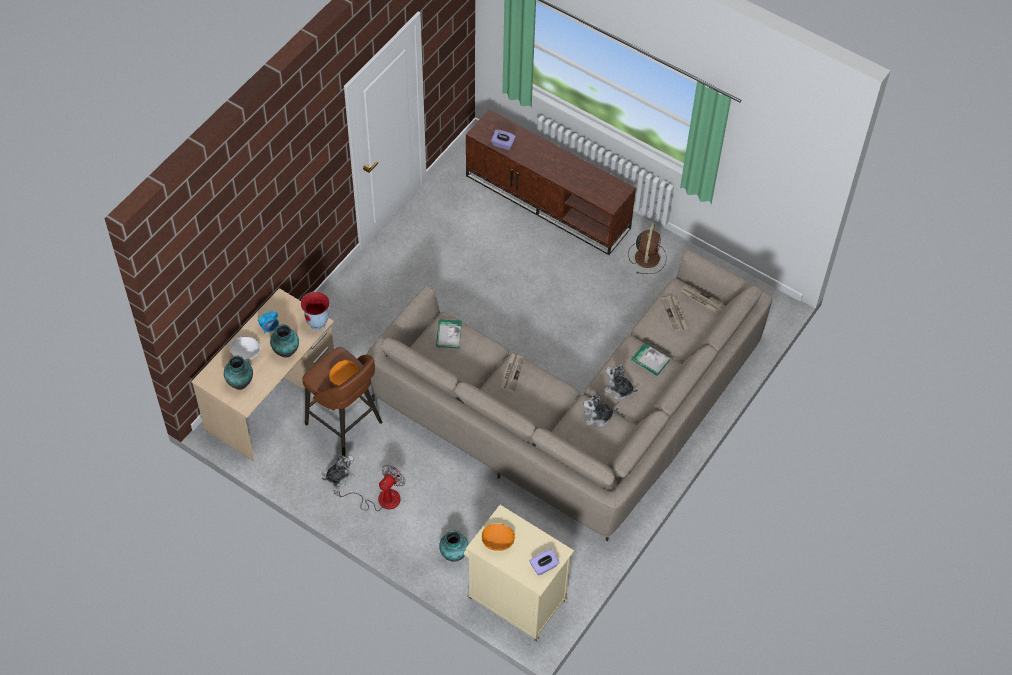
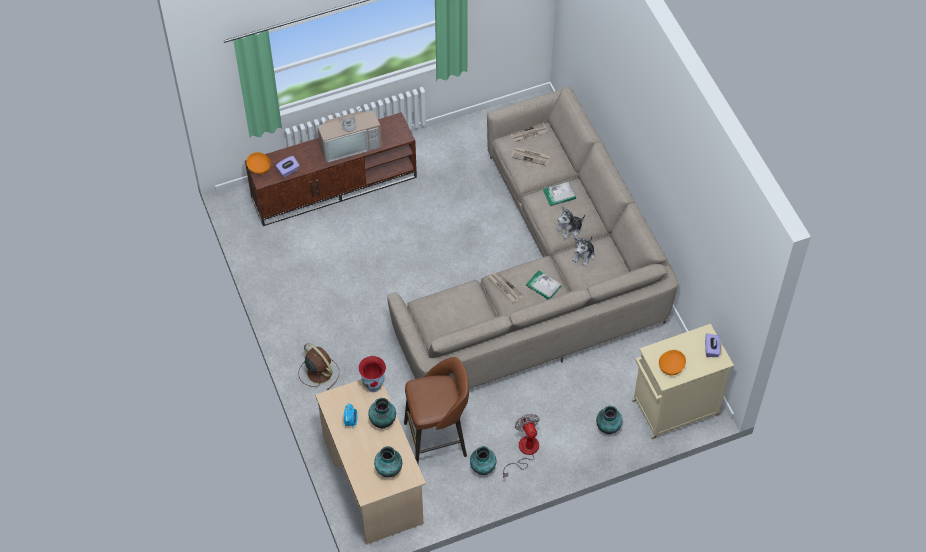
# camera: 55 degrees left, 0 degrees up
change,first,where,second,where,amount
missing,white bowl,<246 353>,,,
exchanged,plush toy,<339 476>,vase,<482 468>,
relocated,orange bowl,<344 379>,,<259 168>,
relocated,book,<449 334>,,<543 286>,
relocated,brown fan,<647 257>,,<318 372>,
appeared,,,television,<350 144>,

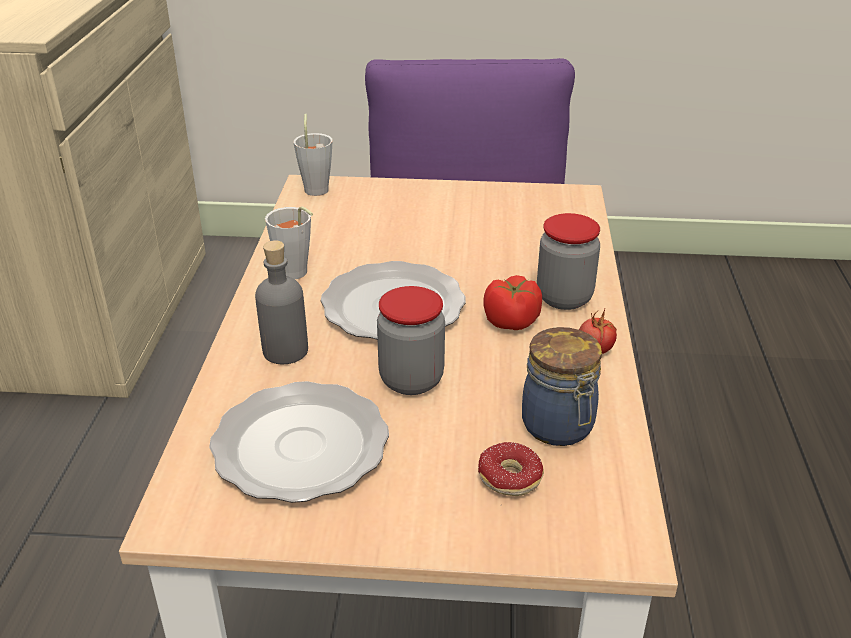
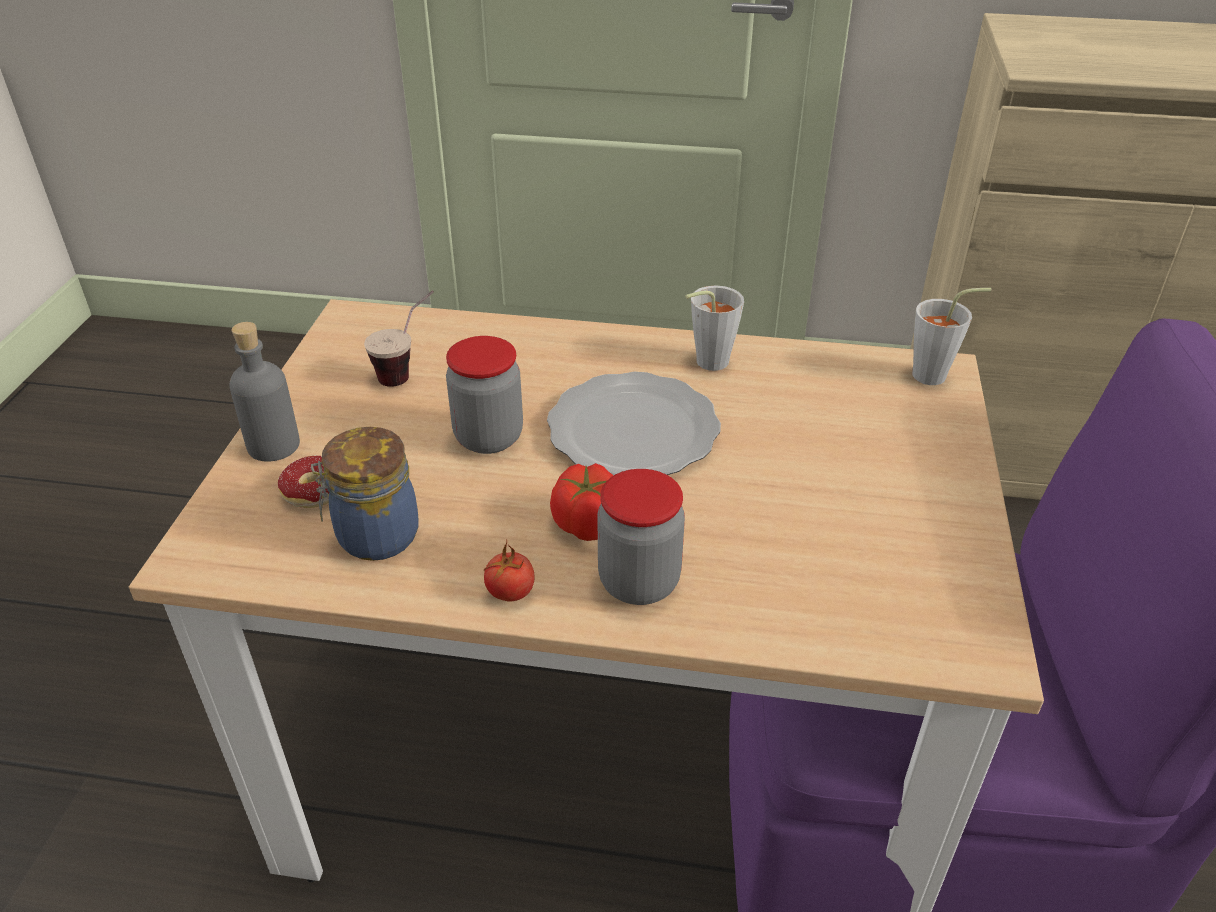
# camera: 95 degrees right, 5 degrees up
change,first,where,second,where,amount
exchanged,plate,<300 447>,cup,<408 371>,
relocated,grey bottle,<285 351>,,<274 445>,

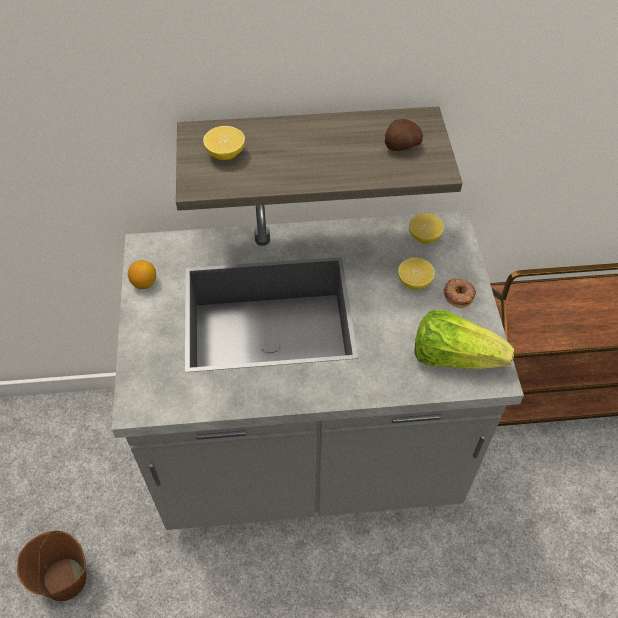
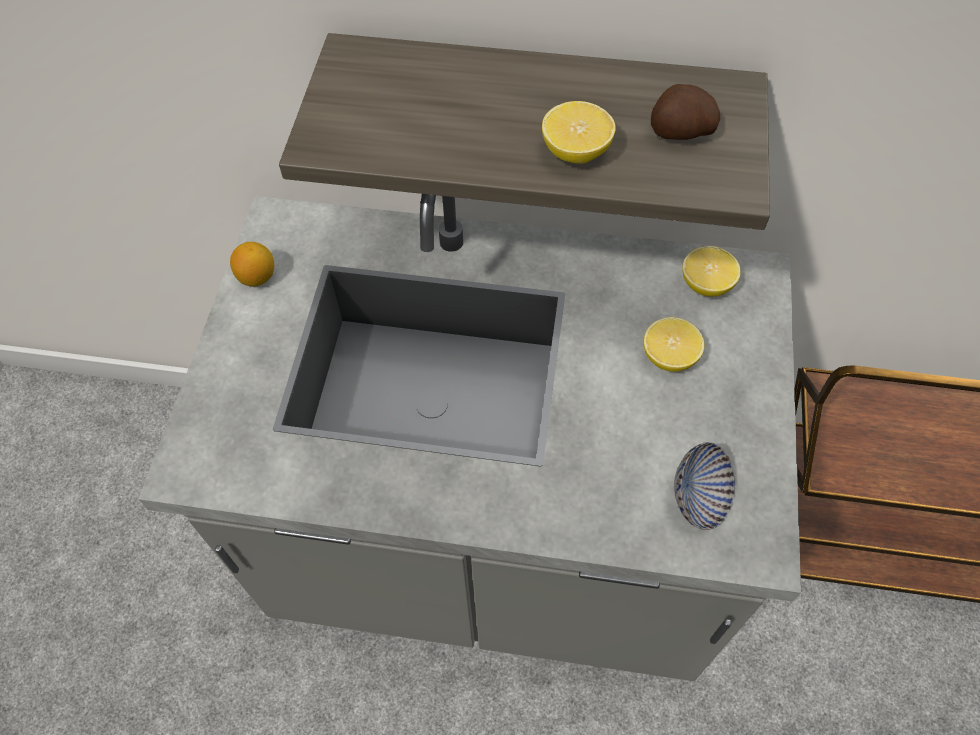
# camera: 15 degrees right, 5 degrees up
change,first,where,second,where,amount
missing,brown bucket,<66 579>,,,
relocated,lemon,<225 154>,,<575 152>,
exchanged,lettuce,<453 357>,bowl,<699 498>,
missing,donut,<459 294>,,,

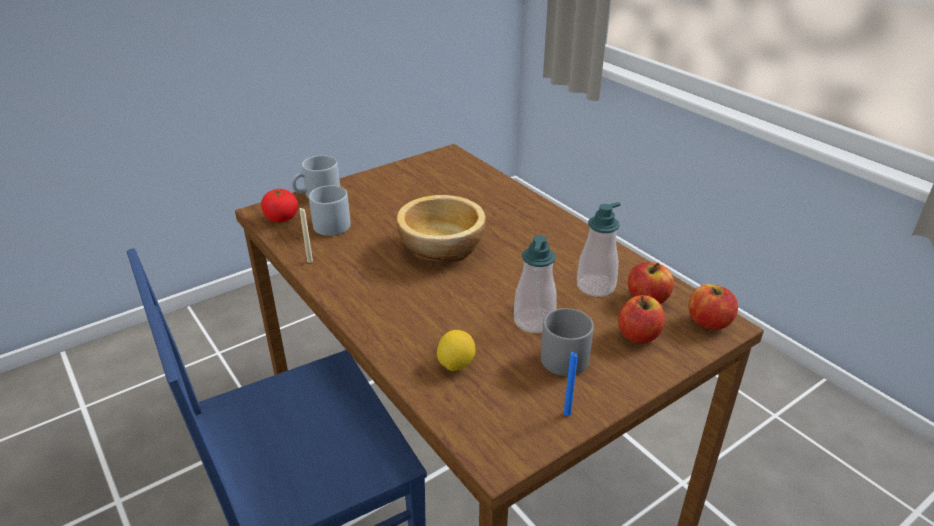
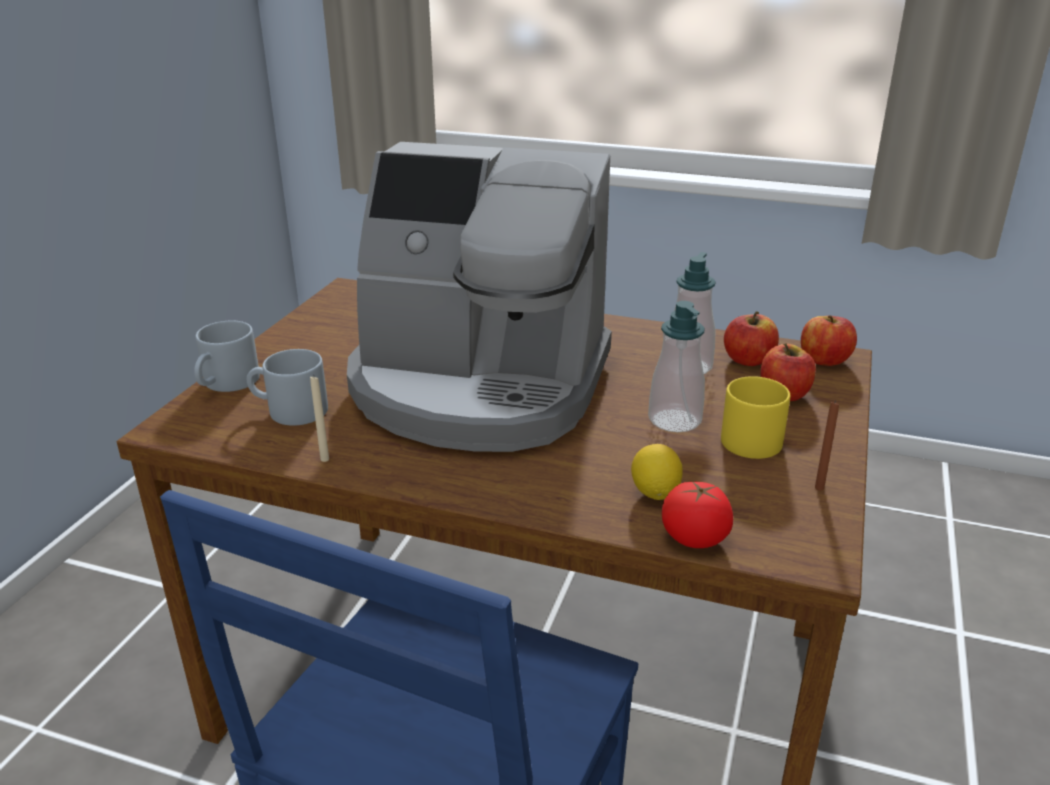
# camera: 35 degrees left, 5 degrees down
change,first,where,second,where,amount
relocated,tomato,<281 218>,,<694 537>,
exchanged,bowl,<443 248>,coffee machine,<479 387>,
colour,grey mug,<565 353>,yellow mug,<745 436>,
colour,blue candle,<567 413>,brown candle,<819 487>,

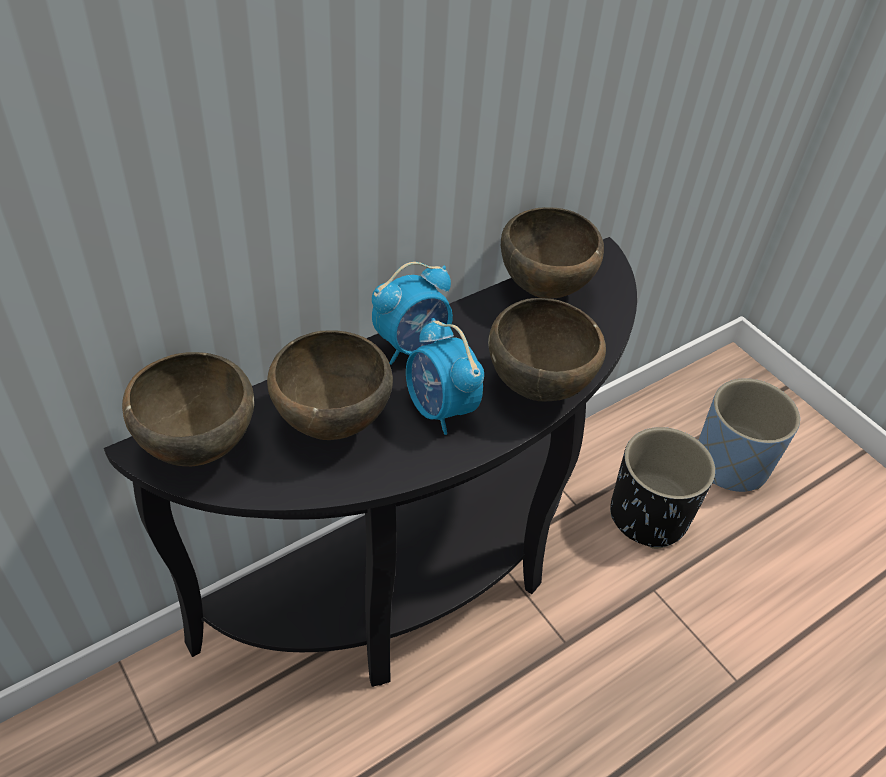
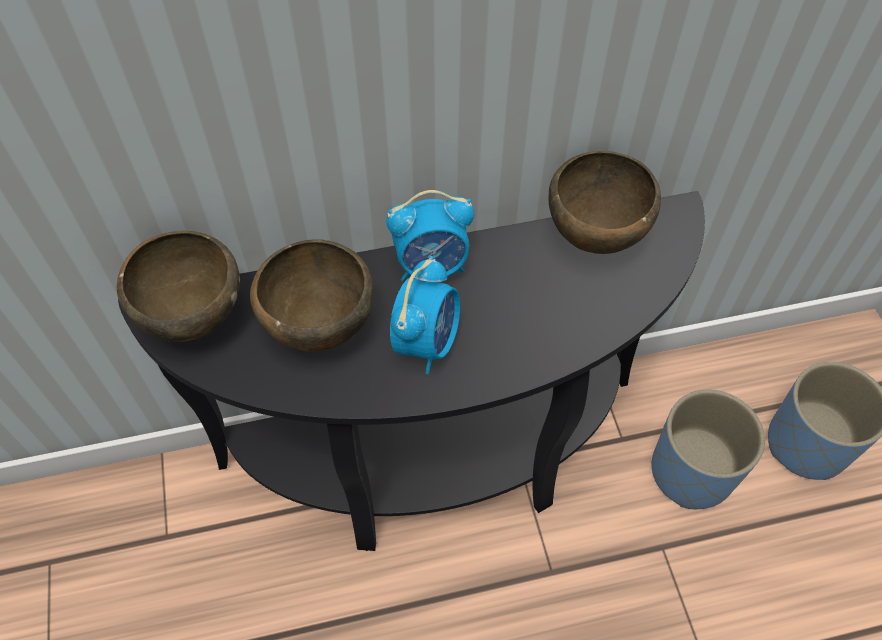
# camera: 25 degrees right, 10 degrees up
change,first,where,second,where,amount
spun,alarm clock,<440 409>,,<427 342>,150 degrees counterclockwise
missing,brown bowl,<539 388>,,,
colour,black planter,<648 516>,blue planter,<691 471>,

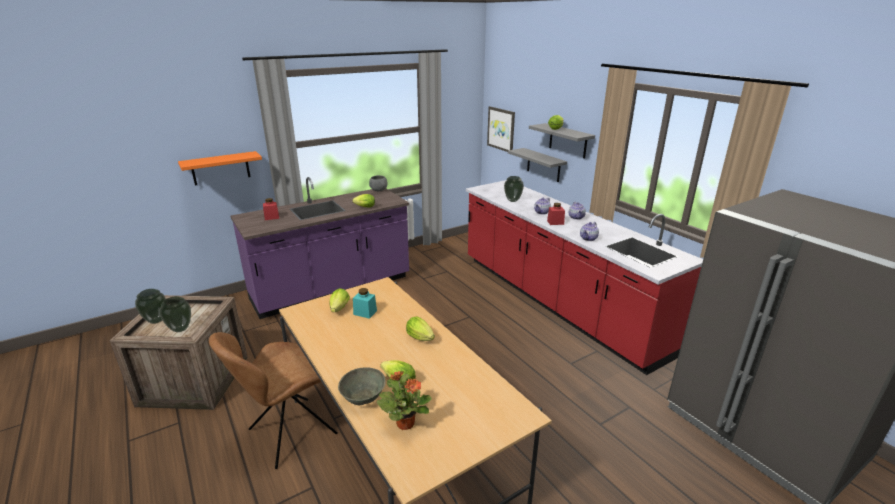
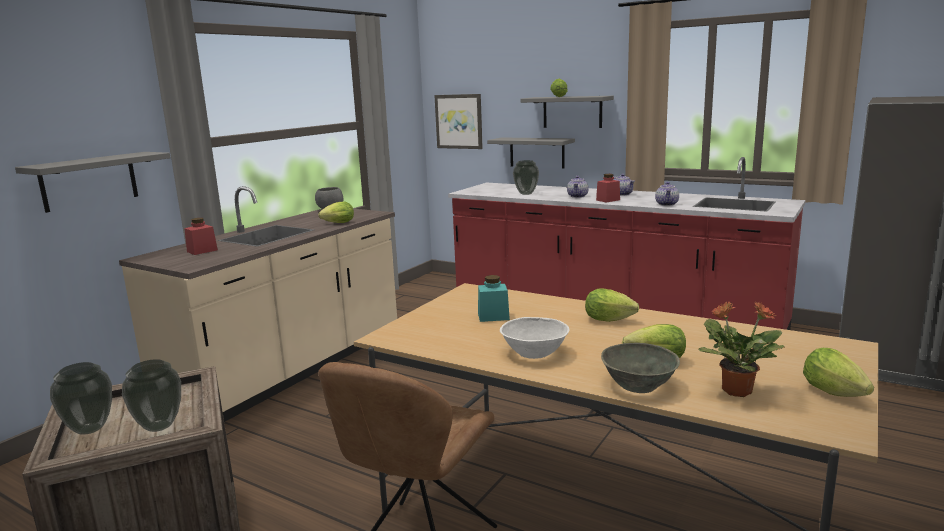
# camera: 25 degrees left, 10 degrees down
change,first,where,second,where,amount
colour,orange shelf,<220 168>,grey shelf,<89 181>,
colour,purple counter,<332 289>,beige counter,<291 371>,
relocated,lettuce,<339 310>,,<837 394>,
appeared,,,white bowl,<534 352>,

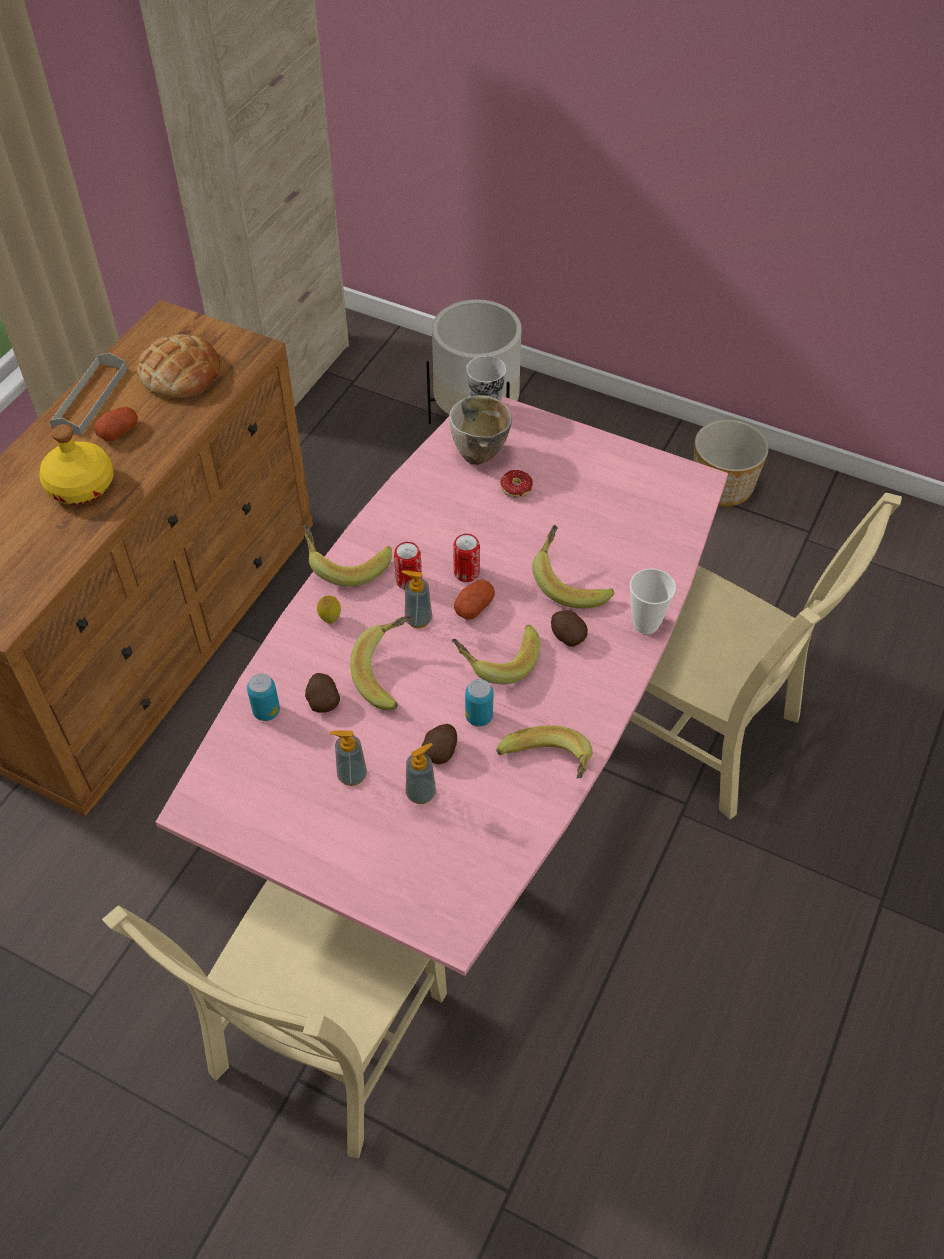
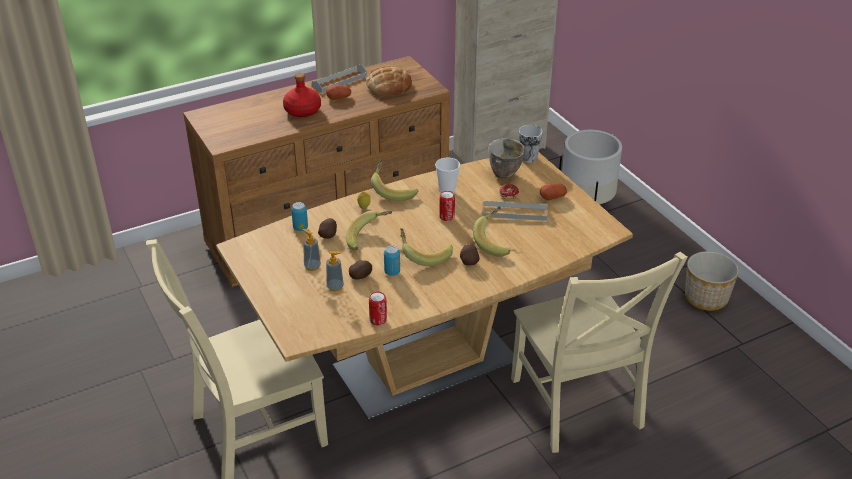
# camera: 35 degrees right, 15 degrees down
change,first,where,second,where,amount
colour,yellow bottle,<81 486>,red bottle,<302 111>,
colour,pink dining table,<471 782>,brown dining table,<425 365>,
relocated,can,<409 581>,,<378 320>,
missing,soap dispenser,<418 619>,,,
relocated,potato,<474 606>,,<552 197>,
missing,banana,<546 769>,,,
relocated,cup,<646 623>,,<447 192>,
appeared,,,grey tray,<515 213>,

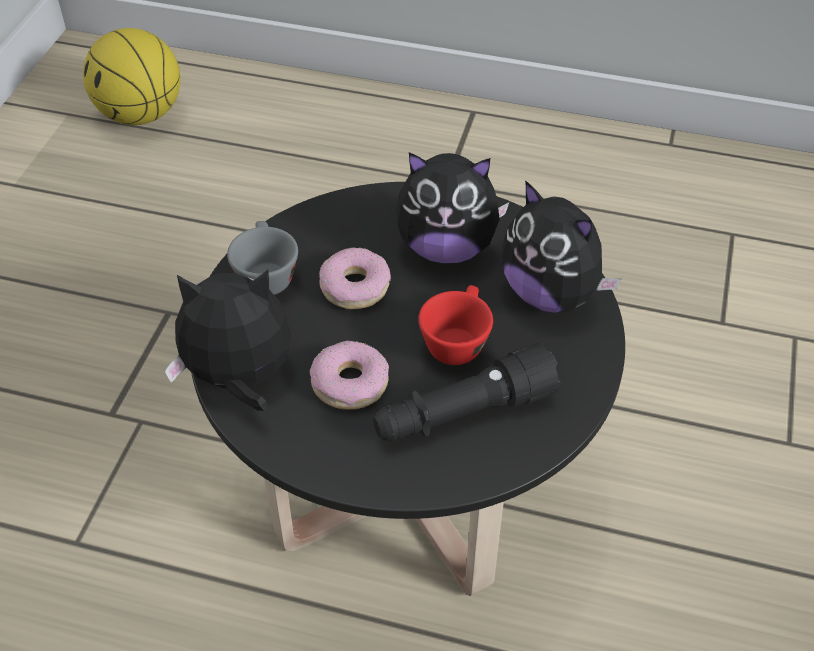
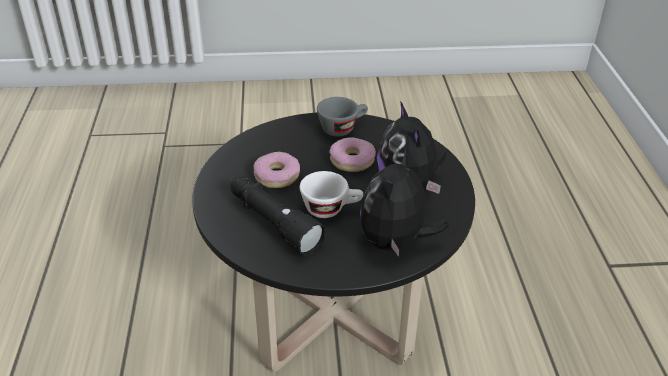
# camera: 70 degrees right, 10 degrees down
change,first,where,second,where,amount
missing,basketball,<141 115>,,,
missing,plush toy,<239 379>,,,
colour,red cup,<456 340>,white cup,<331 209>,

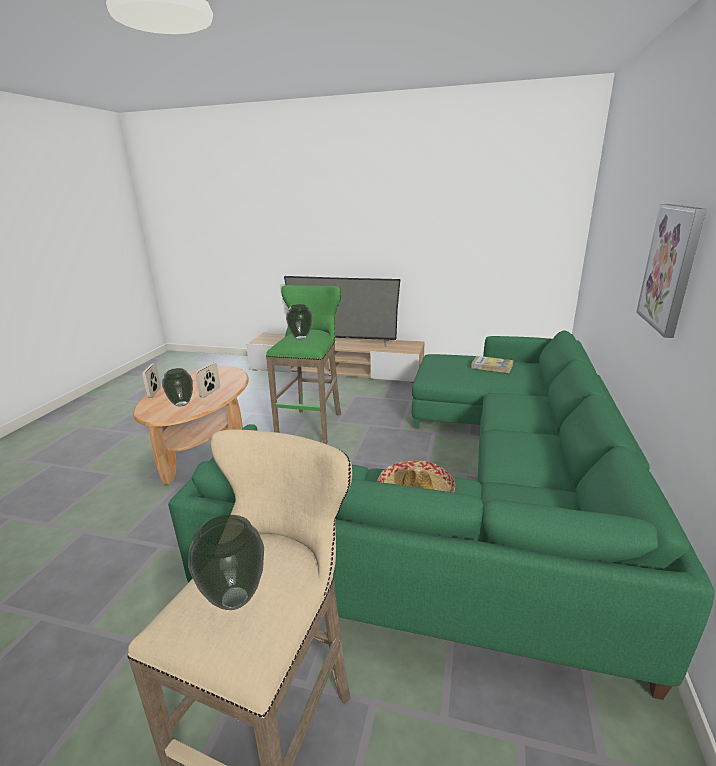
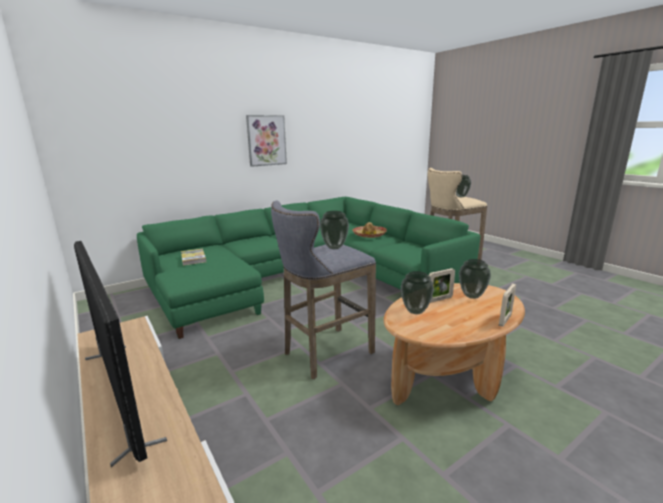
# camera: 140 degrees left, 5 degrees down
change,first,where,second,where,amount
colour,green stool,<312 424>,grey stool,<324 354>,
appeared,,,vase,<415 311>,

